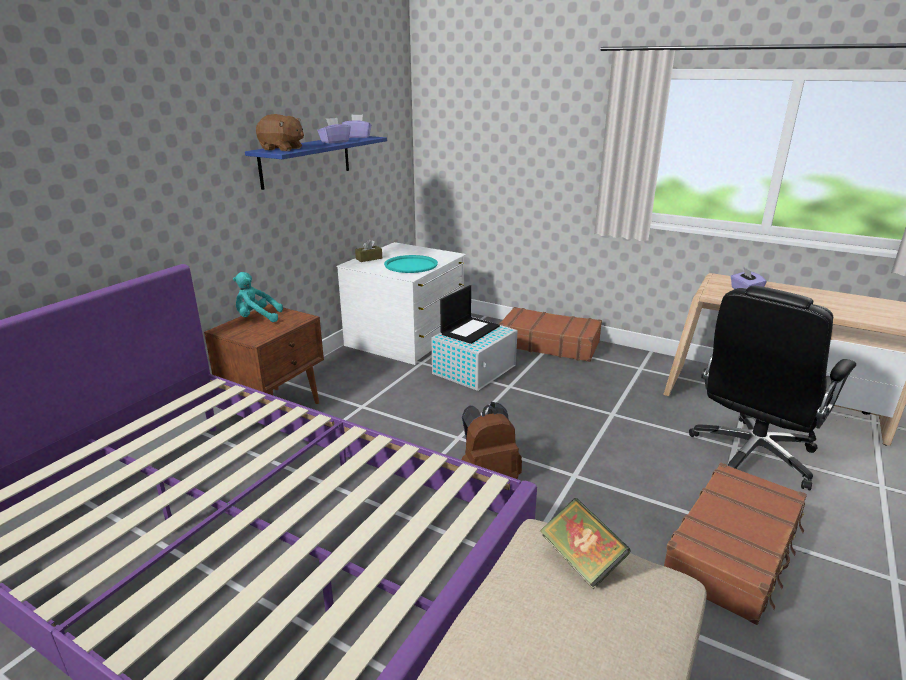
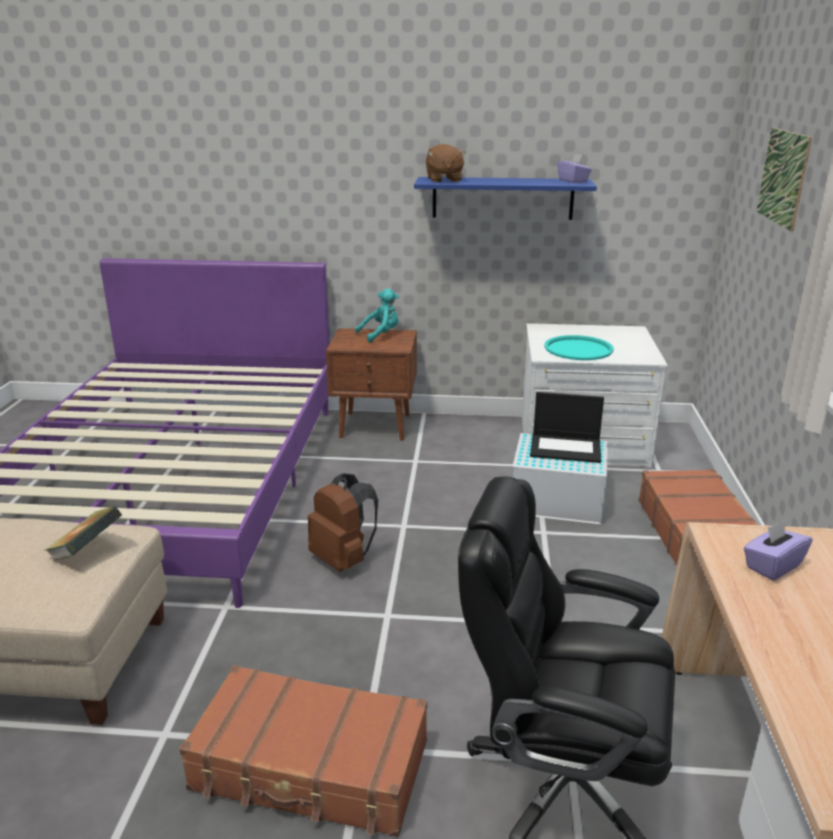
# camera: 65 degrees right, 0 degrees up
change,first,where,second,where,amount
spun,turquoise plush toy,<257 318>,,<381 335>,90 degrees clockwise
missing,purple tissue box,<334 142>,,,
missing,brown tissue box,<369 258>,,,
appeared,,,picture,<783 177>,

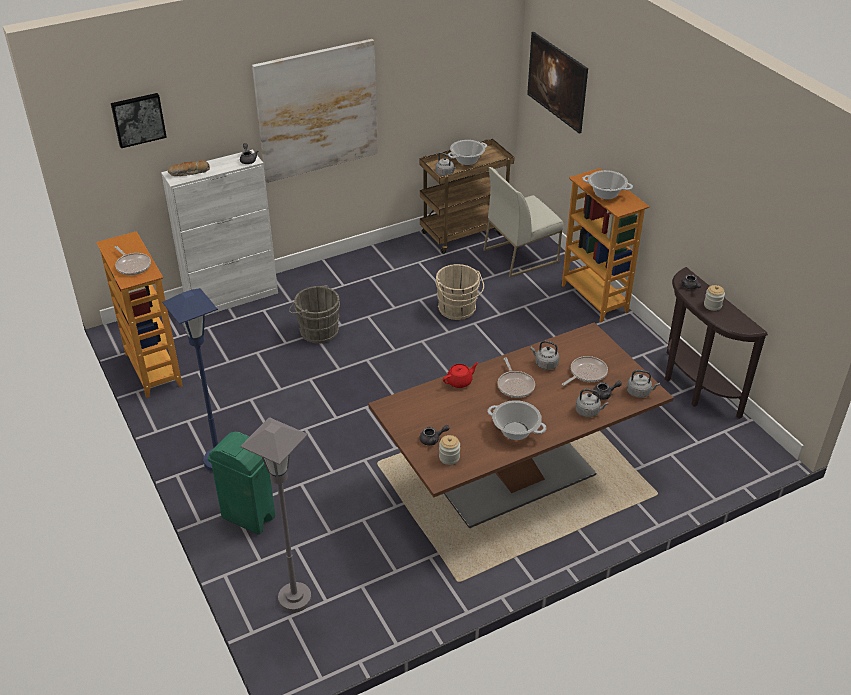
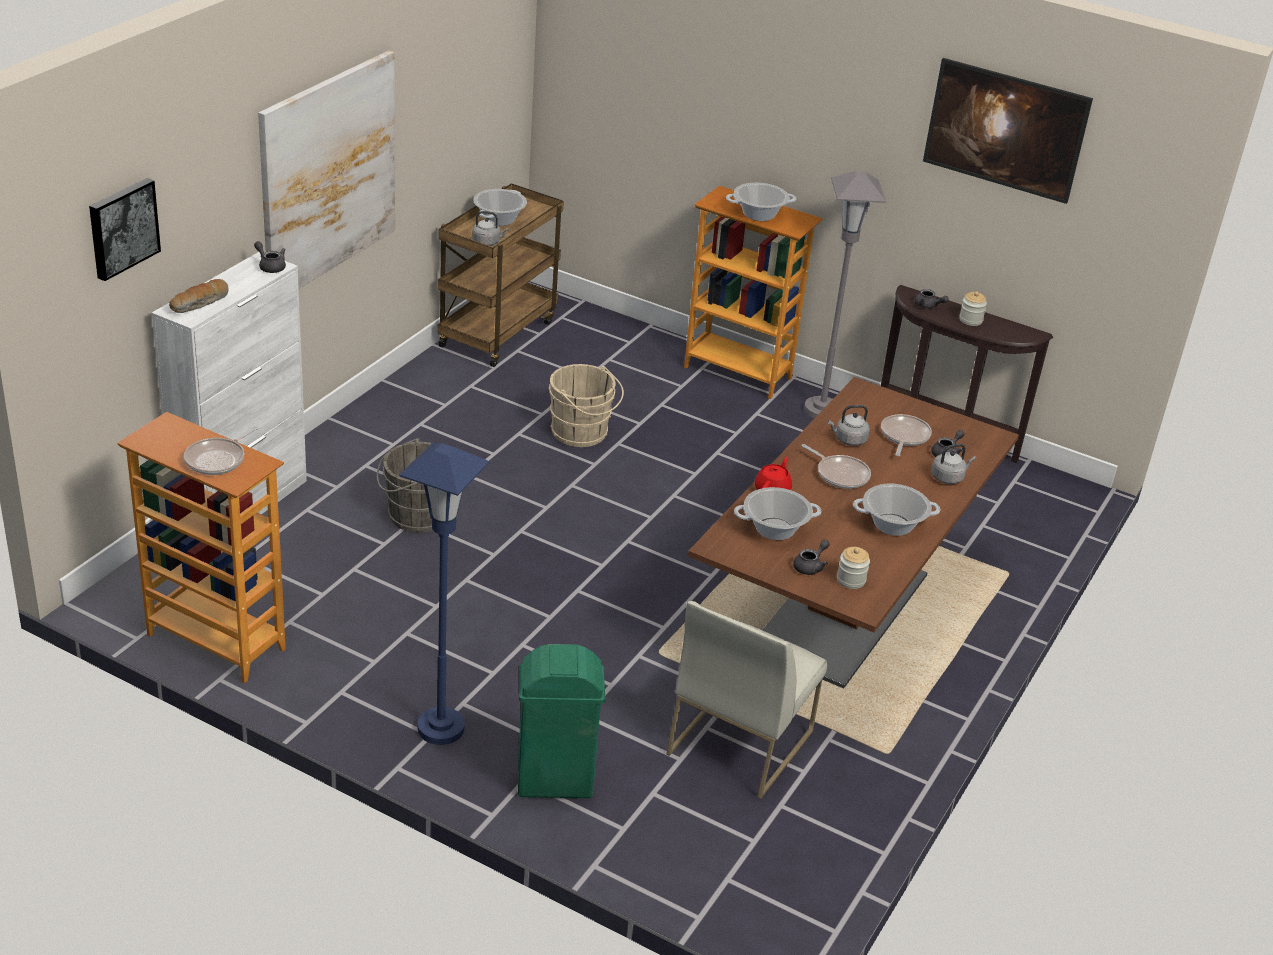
# camera: 35 degrees left, 5 degrees down
change,first,where,second,where,amount
spun,frying pan,<132 265>,,<218 459>,105 degrees clockwise
relocated,grey floor lamp,<295 599>,,<822 410>,
relocated,white chair,<521 255>,,<739 741>,
relocated,picture,<555 97>,,<1000 155>,
missing,grey kettle,<639 392>,,,
appeared,,,cooking pot,<775 529>,

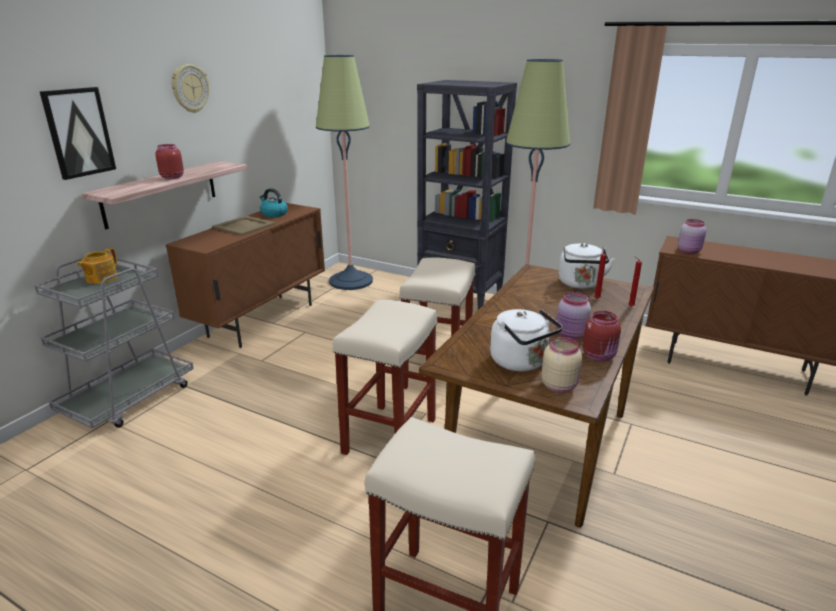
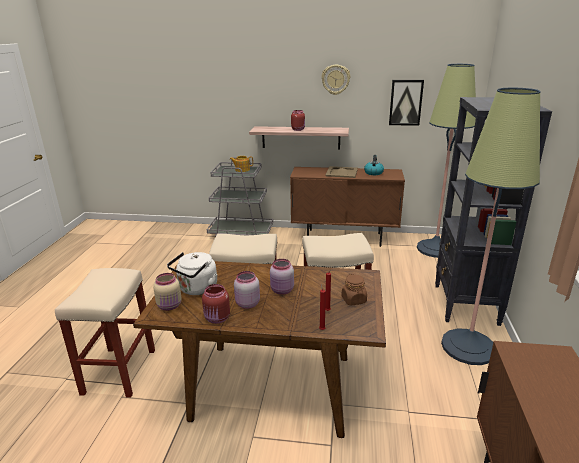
# camera: 70 degrees right, 0 degrees up
change,first,where,second,where,amount
relocated,picture,<78 132>,,<405 102>,
exchanged,white kettle,<580 284>,brown jar,<354 300>,
relocated,pink jar,<689 251>,,<282 291>,

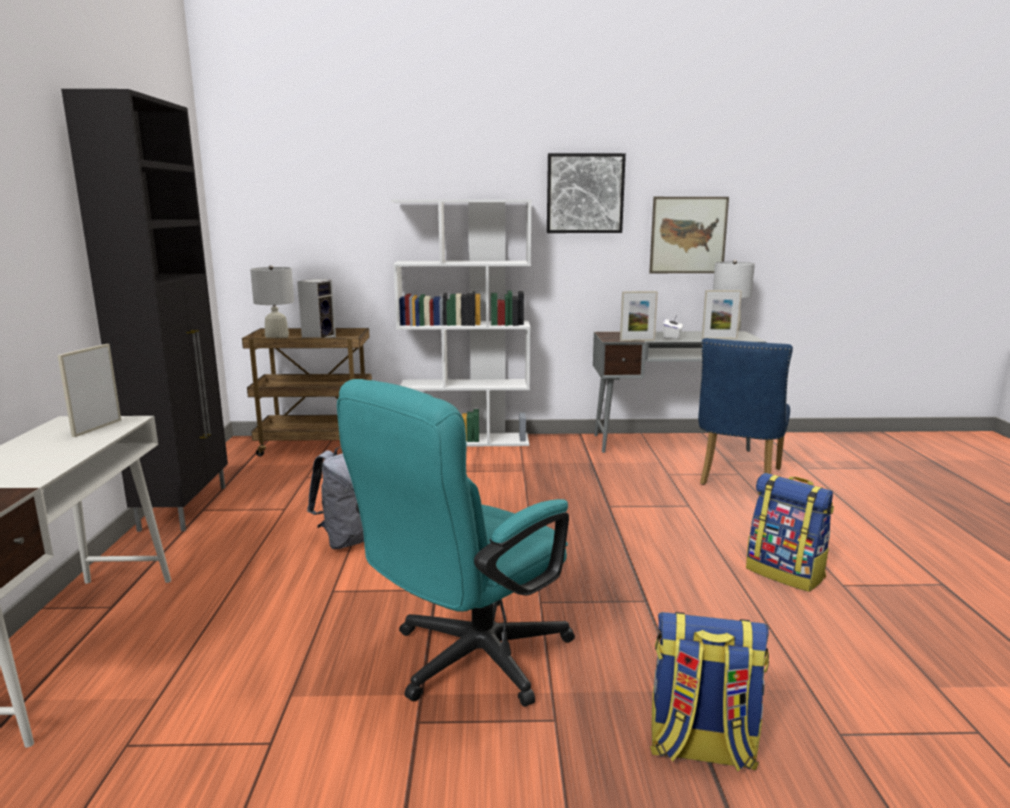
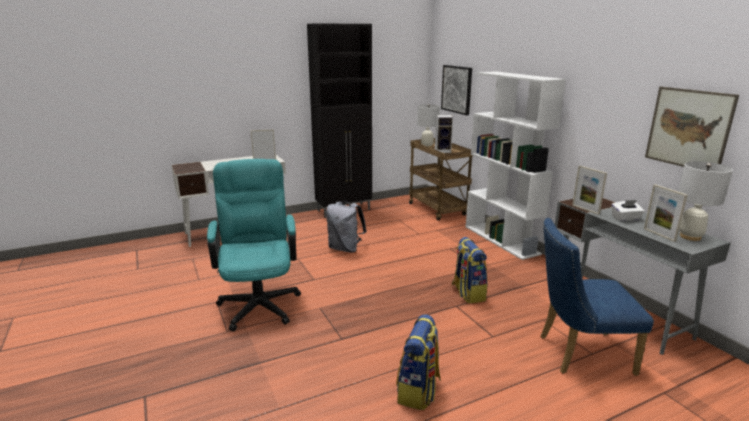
# camera: 65 degrees right, 5 degrees up
change,first,where,second,where,amount
spun,turquoise office chair,<467 662>,,<259 301>,60 degrees clockwise
relocated,picture,<585 193>,,<457 89>,
relocated,backpack,<700 748>,,<467 293>,

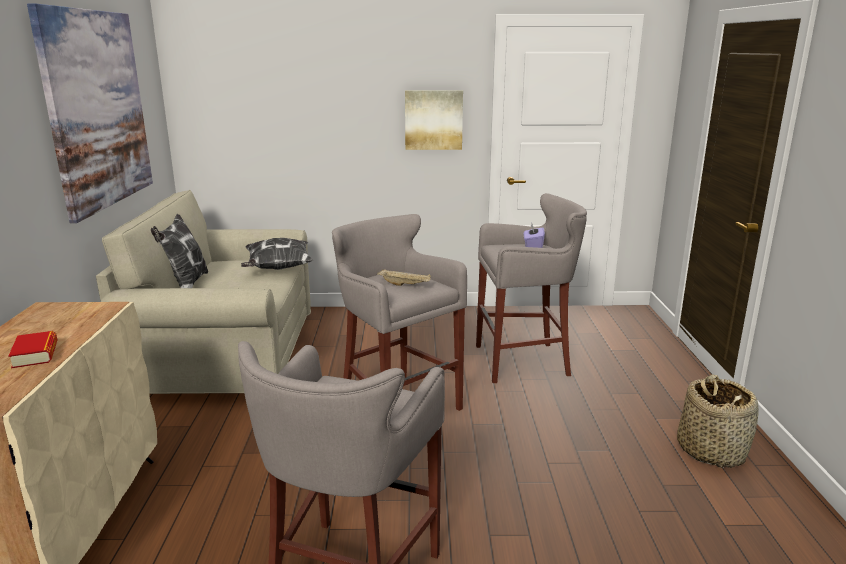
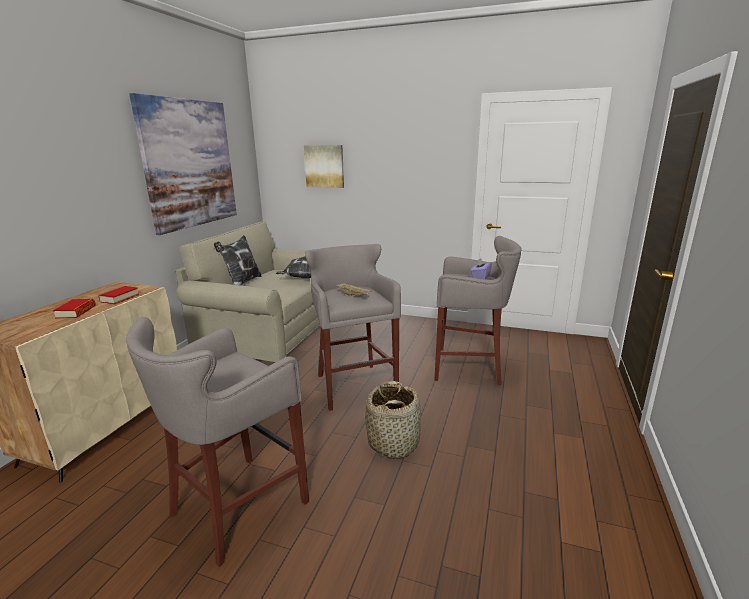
# camera: 20 degrees right, 0 degrees up
change,first,where,second,where,amount
relocated,picture,<433 120>,,<324 166>,
relocated,basket,<711 450>,,<394 442>,
appeared,,,book,<120 298>,

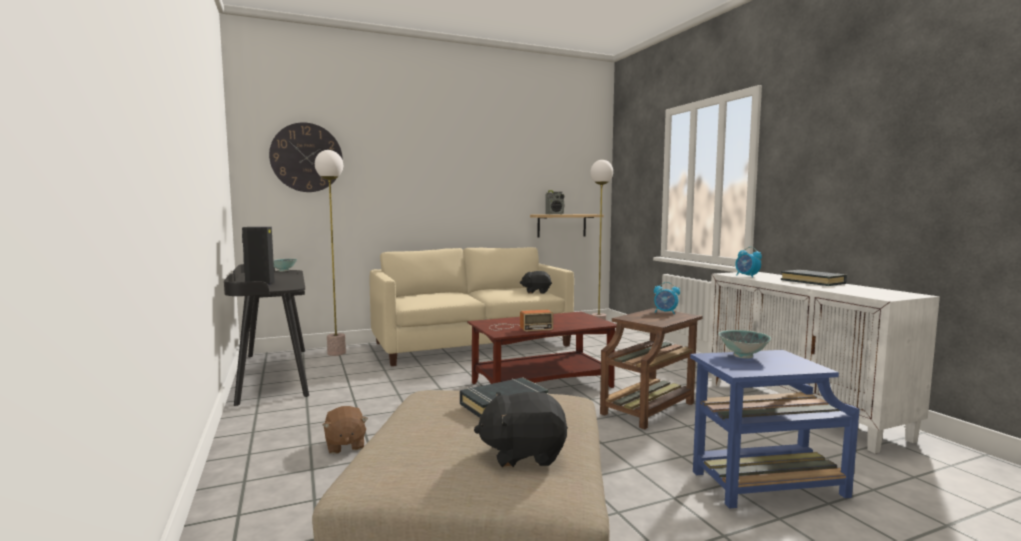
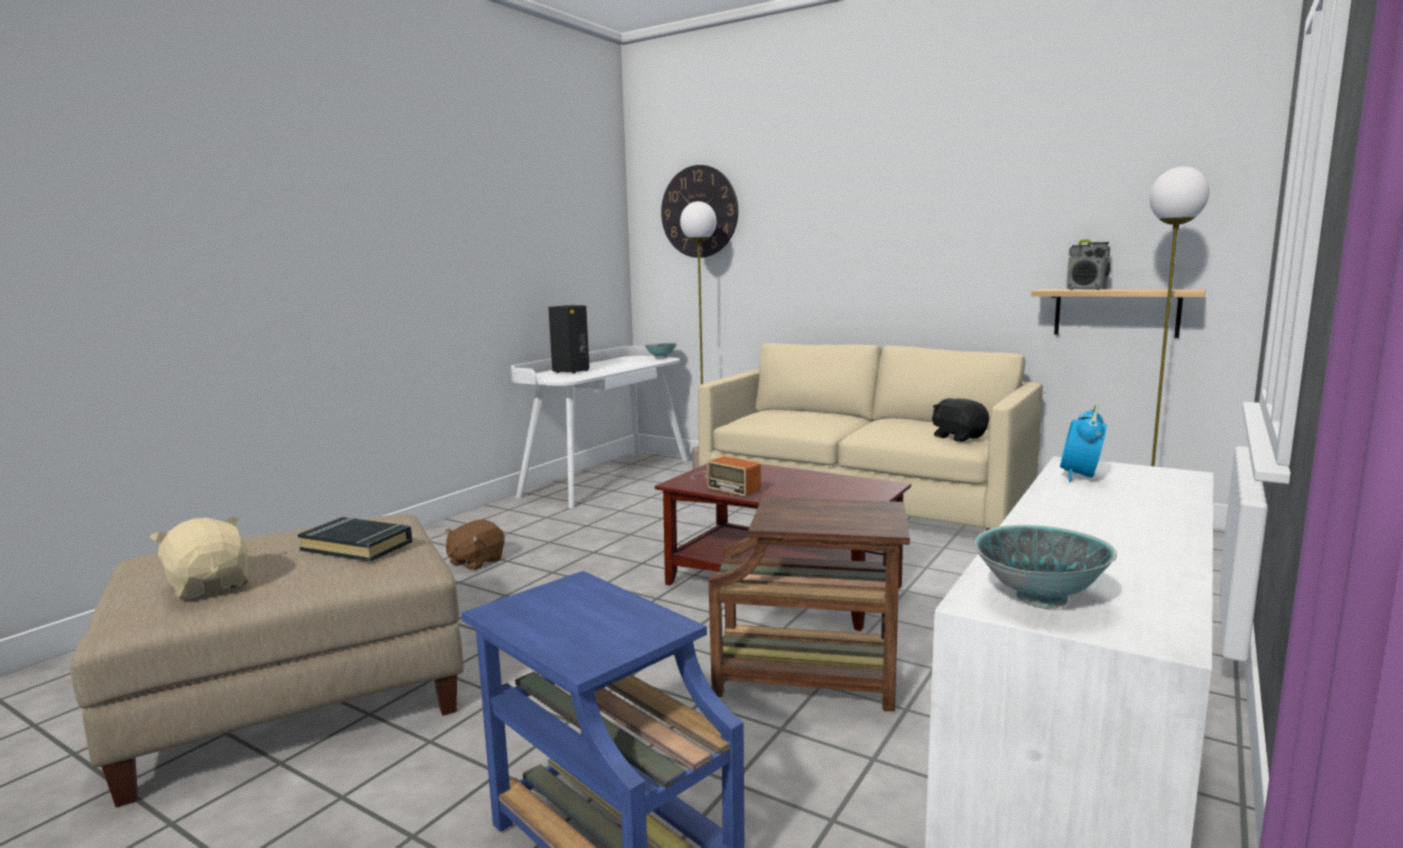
# camera: 55 degrees right, 5 degrees up
change,first,where,second,where,amount
colour,black desk,<273 374>,white desk,<606 477>,
colour,black plush toy,<523 454>,beige plush toy,<210 585>,
missing,alarm clock,<665 312>,,,
relocated,bowl,<743 356>,,<1041 599>,
missing,black book,<813 282>,,,

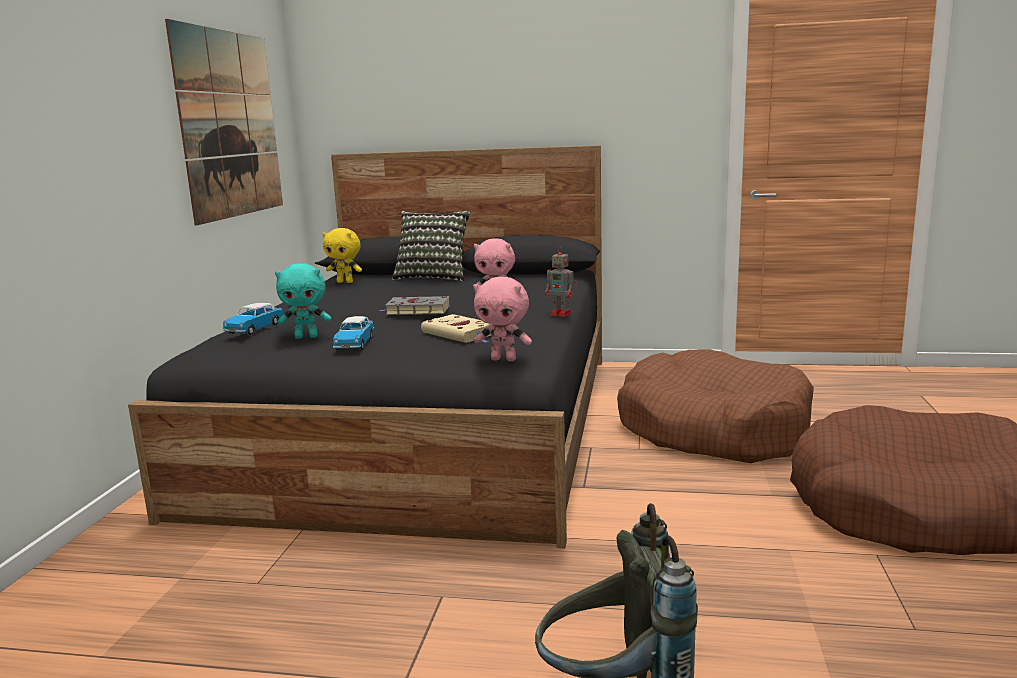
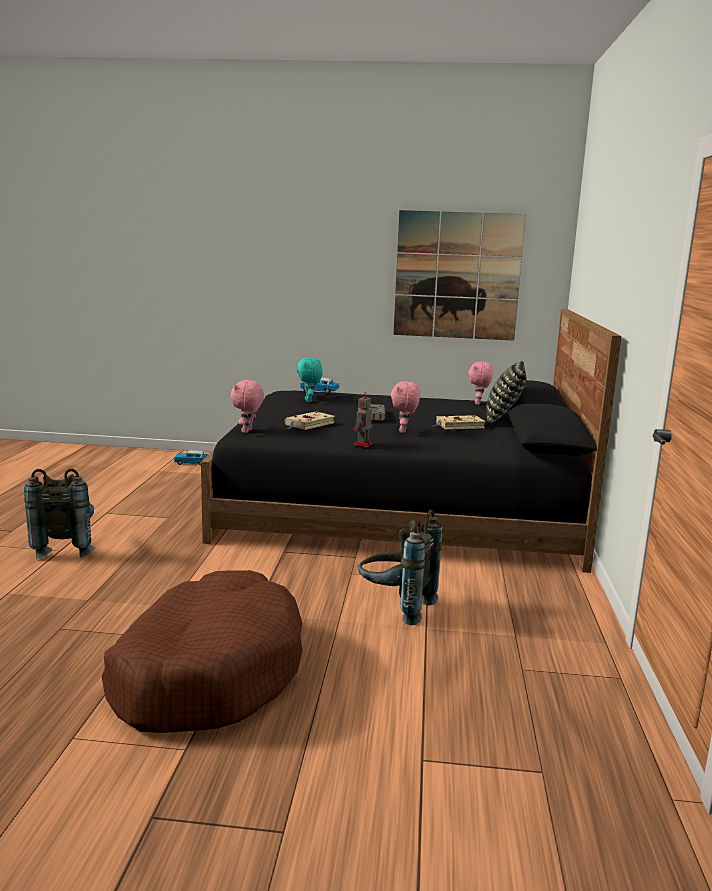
# camera: 85 degrees right, 0 degrees up
change,first,where,second,where,amount
colour,yellow plush toy,<345 282>,pink plush toy,<478 403>,
relocated,toy car,<354 344>,,<192 463>,
exchanged,brown dog bed,<712 429>,grey backpack,<396 607>,
appeared,,,beige book,<458 426>,

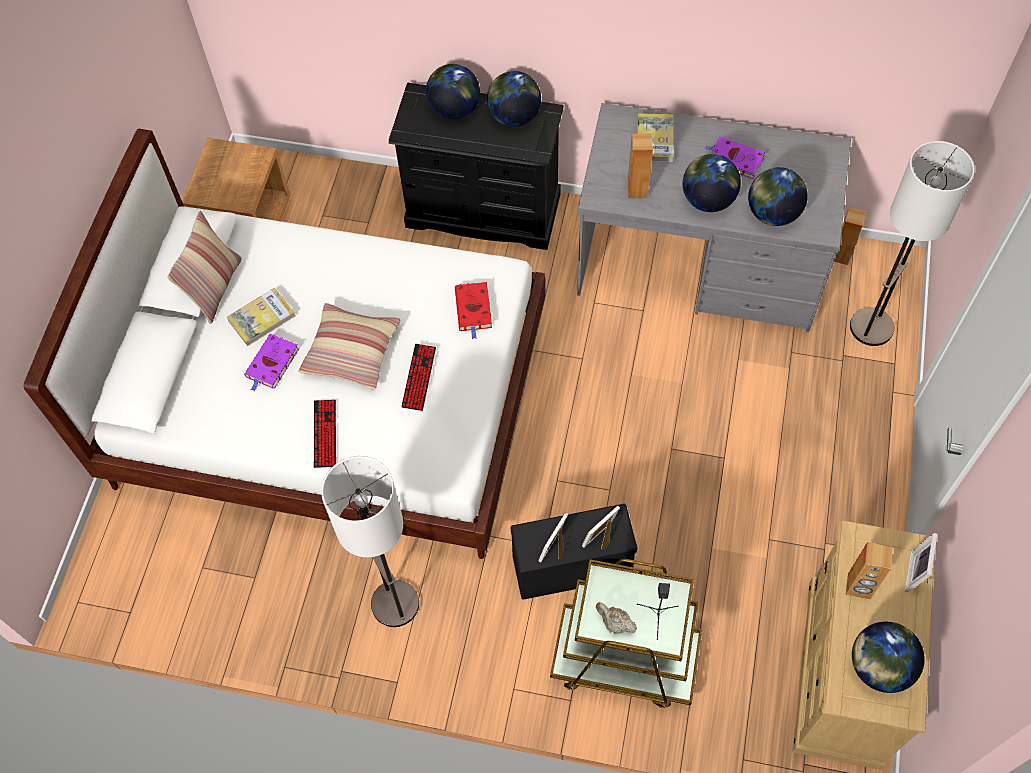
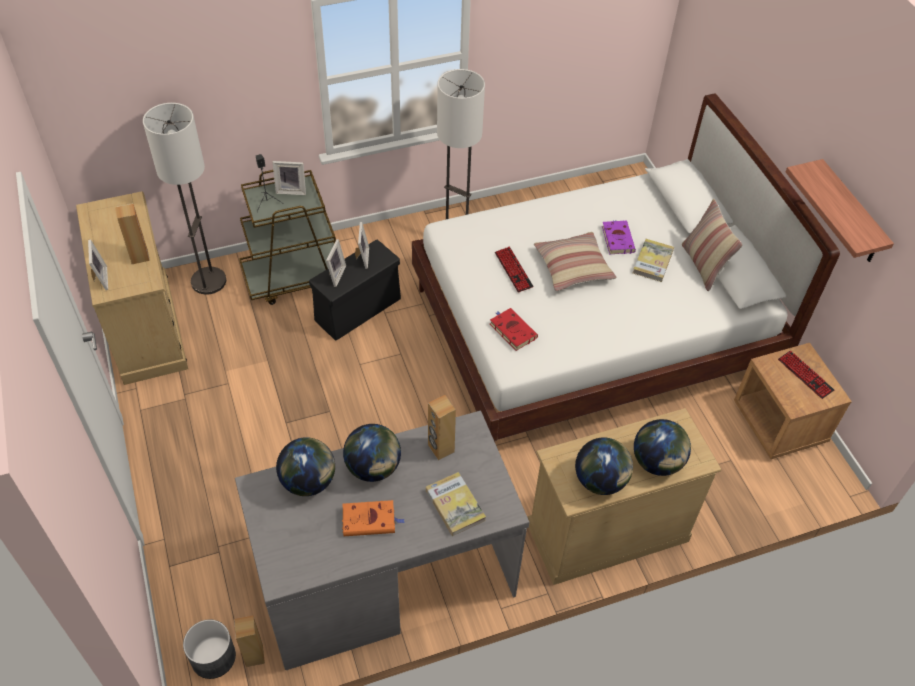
# camera: 145 degrees right, 10 degrees down
change,first,where,second,where,amount
relocated,keyboard,<325 434>,,<805 375>,
colour,black dresser,<483 211>,beige dresser,<606 532>,
exchanged,beige teapot,<614 623>,picture frame,<291 190>,
colour,purple book,<734 159>,orange book,<370 520>,
relocated,floor lamp,<871 327>,,<208 281>,
missing,globe,<879 667>,,,
appeared,,,grey planter,<212 657>,
appeared,,,shelf,<850 214>,

